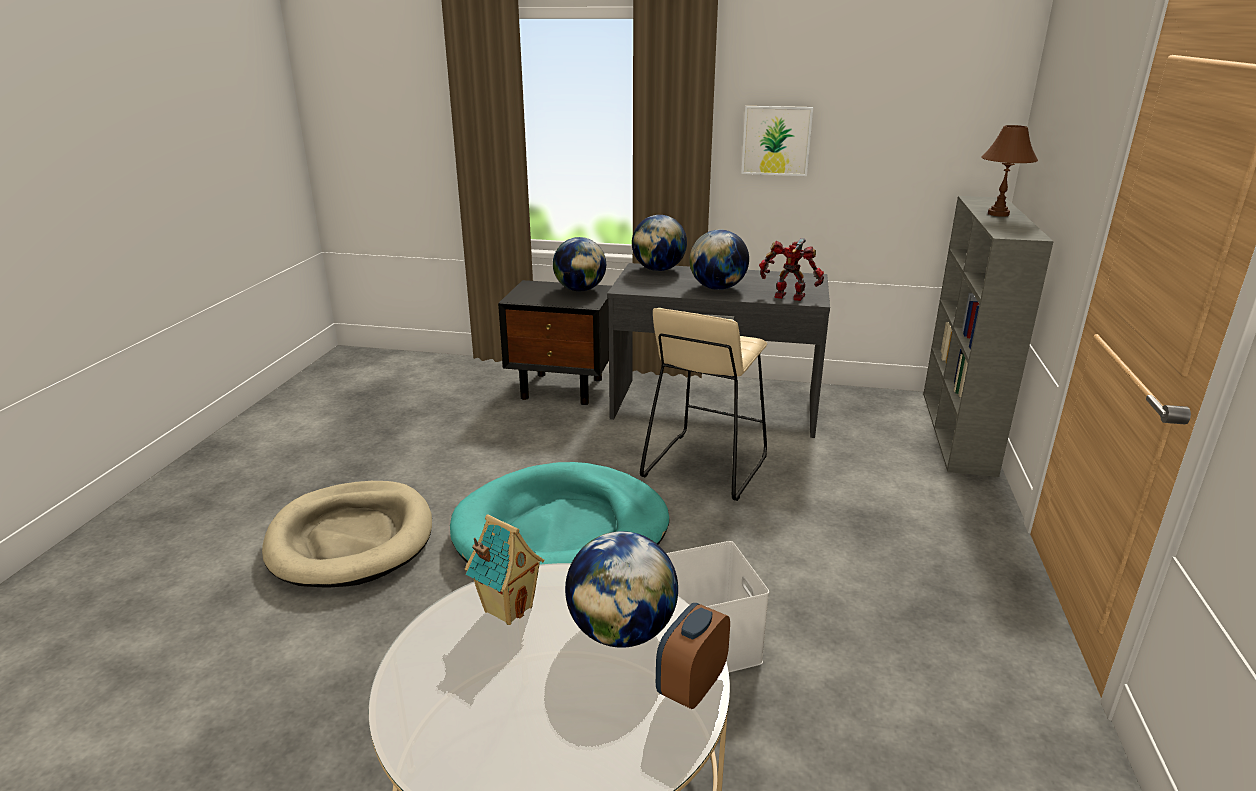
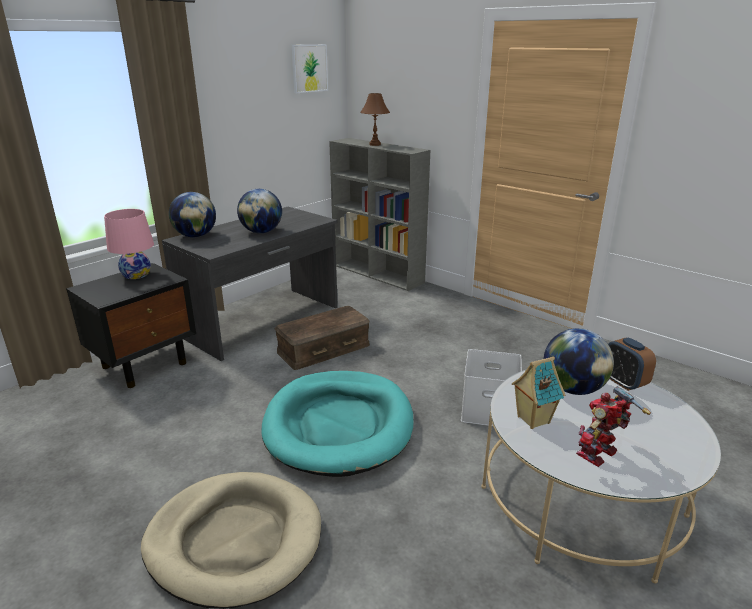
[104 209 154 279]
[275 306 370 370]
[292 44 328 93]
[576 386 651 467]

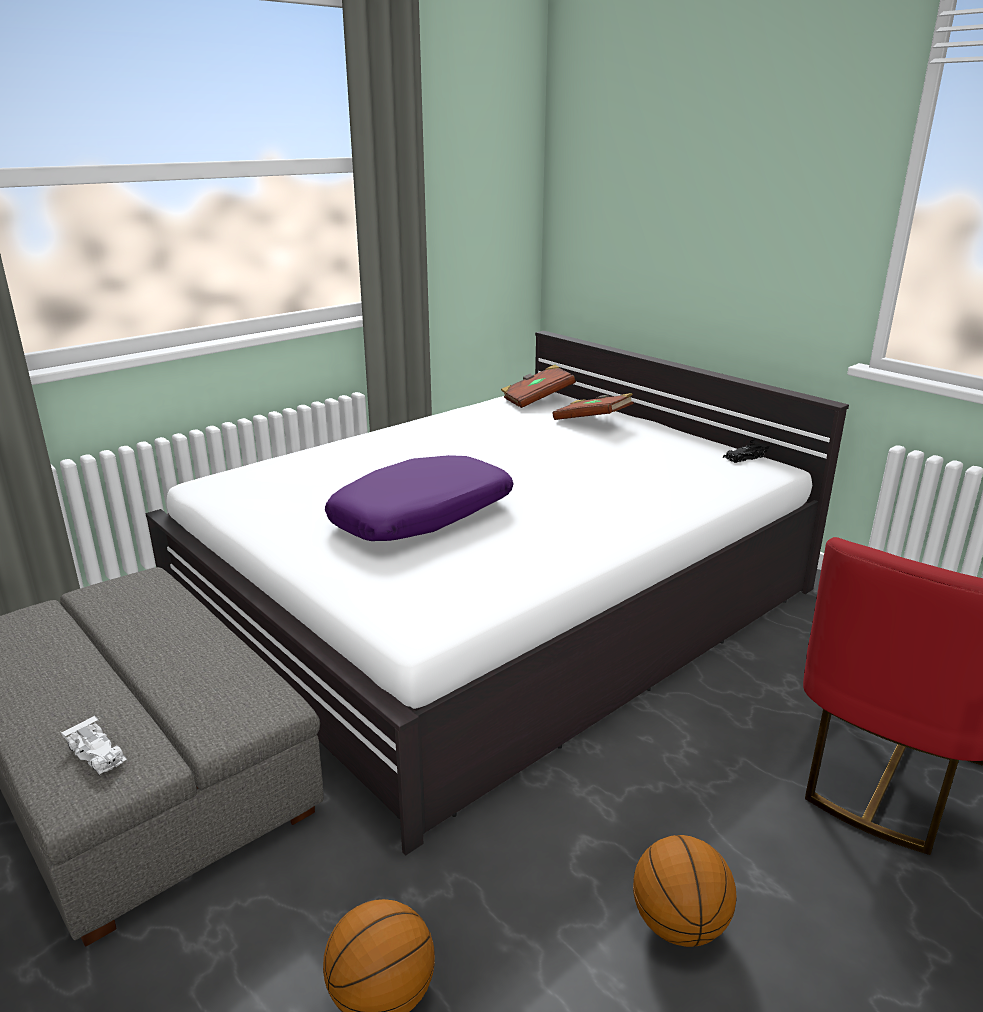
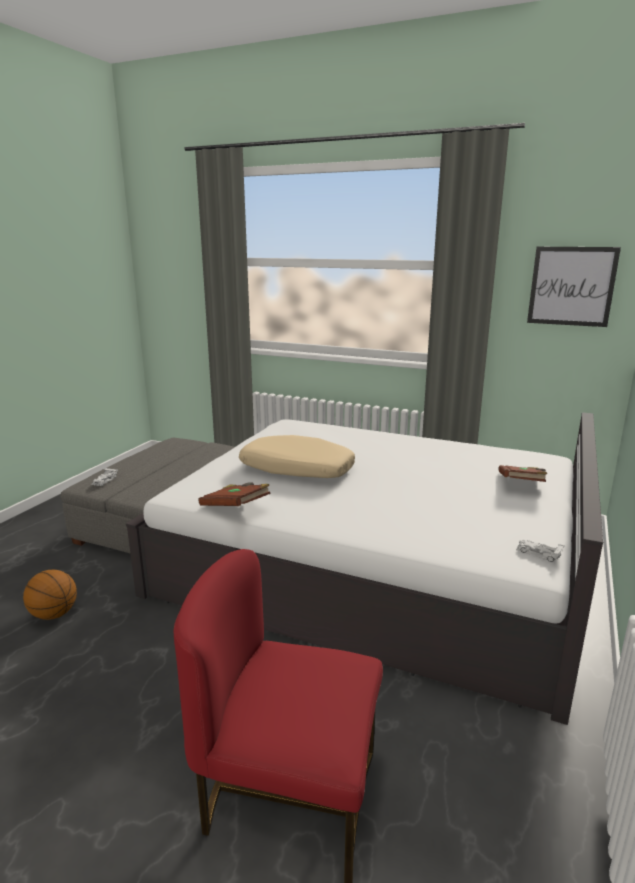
[239 435 355 478]
[198 482 271 506]
[633 835 736 947] (first image)
[516 540 565 562]
[527 247 621 327]

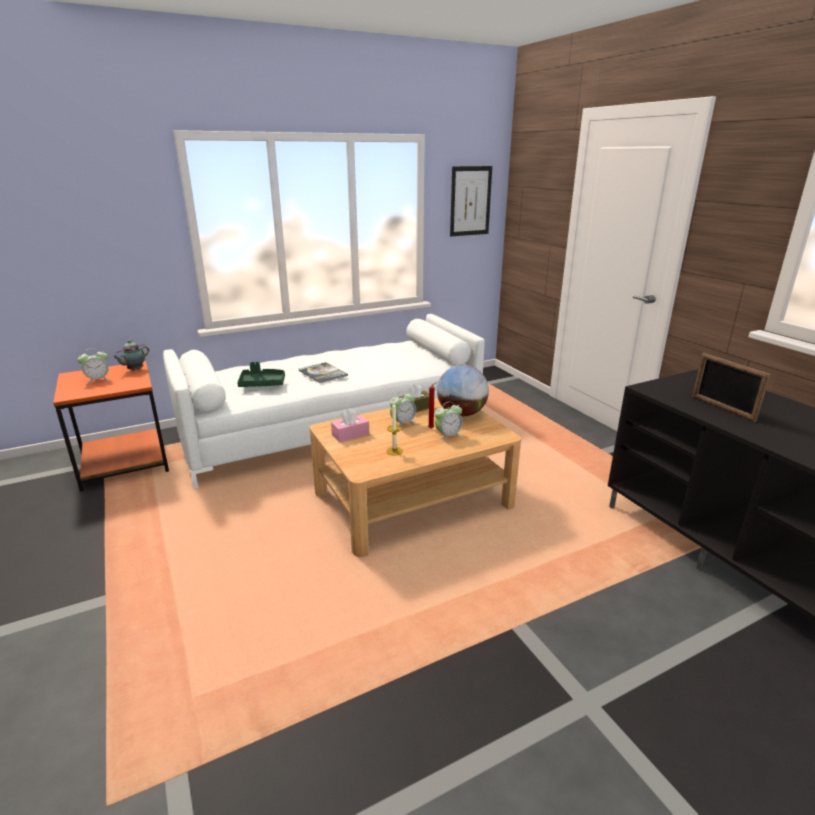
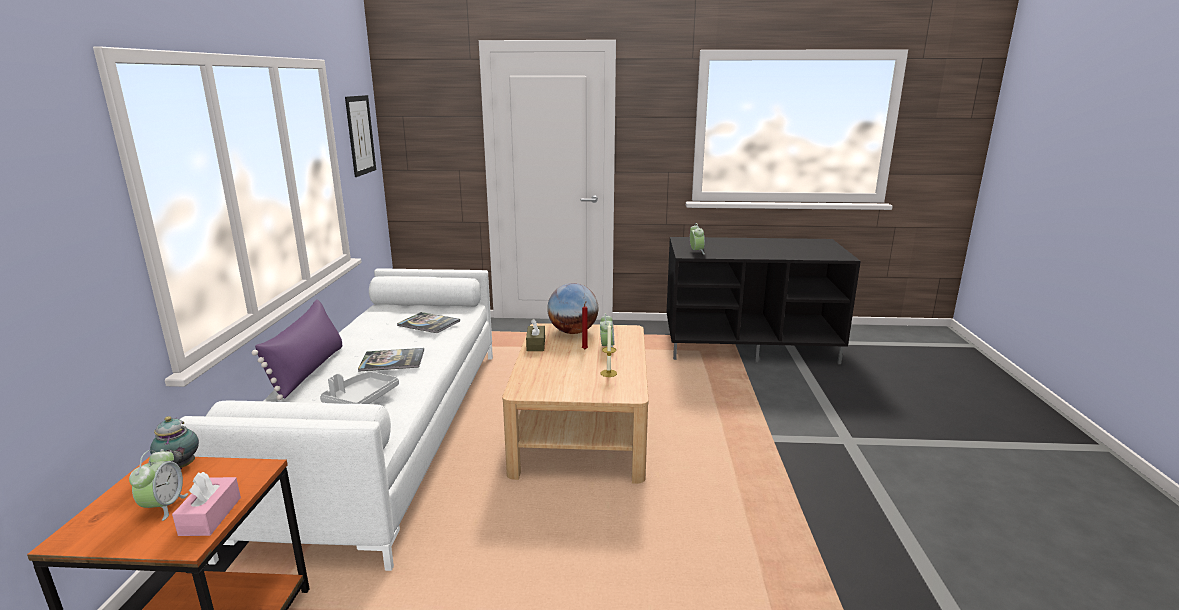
[320 371 399 404]
[172 472 241 536]
[690 223 705 254]
[692 353 770 422] (first image)
[252 299 342 400]
[397 312 460 333]

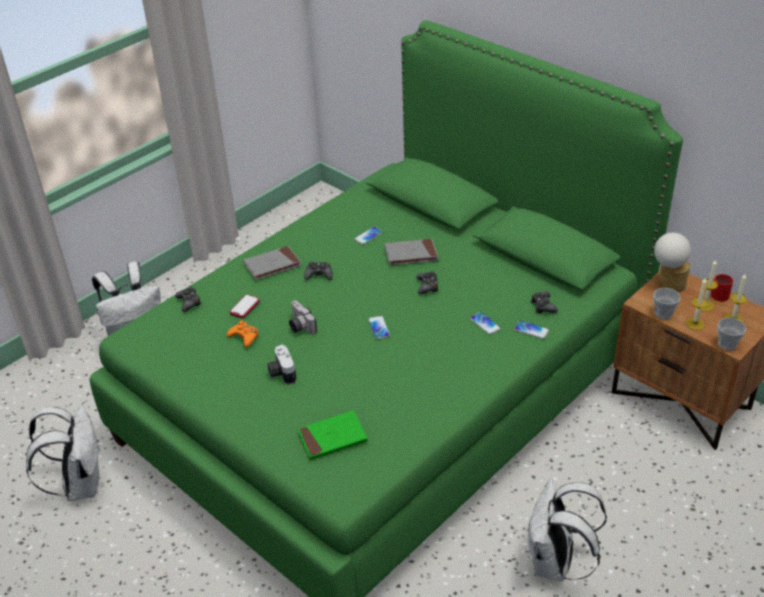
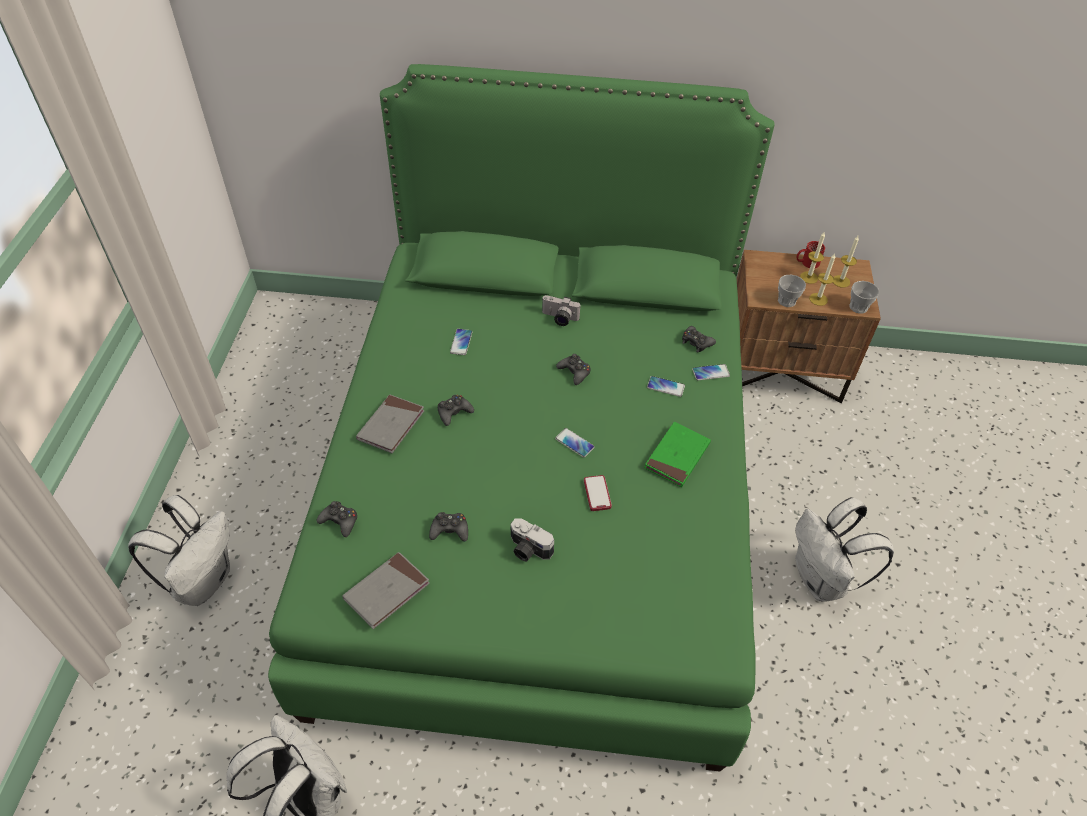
[429 512 468 541]
[584 475 612 511]
[542 295 580 326]
[644 422 711 487]
[342 552 430 629]
[654 233 691 293] (first image)

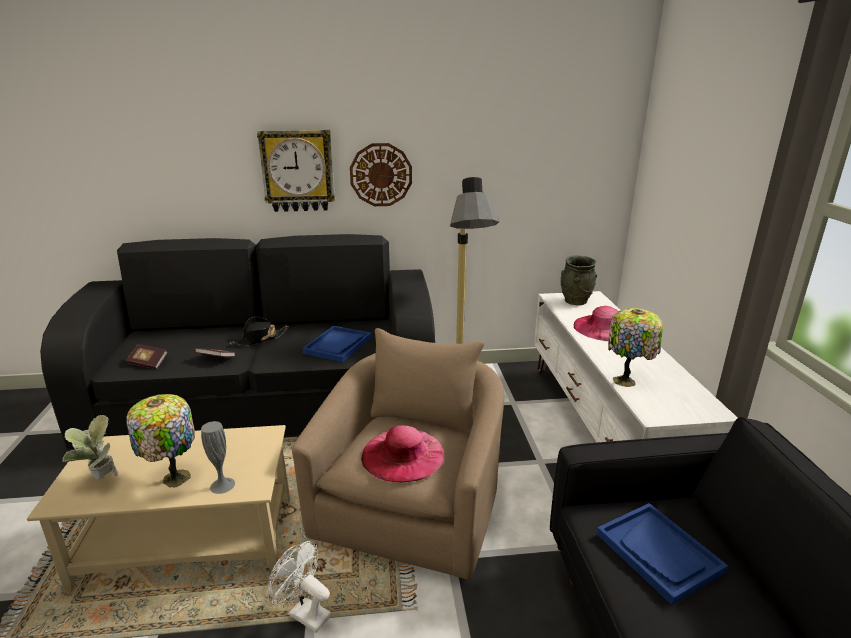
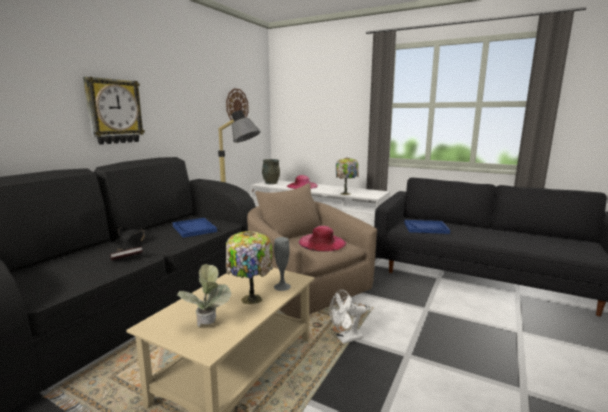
[126 344 167 369] (first image)
[226 88 249 120]

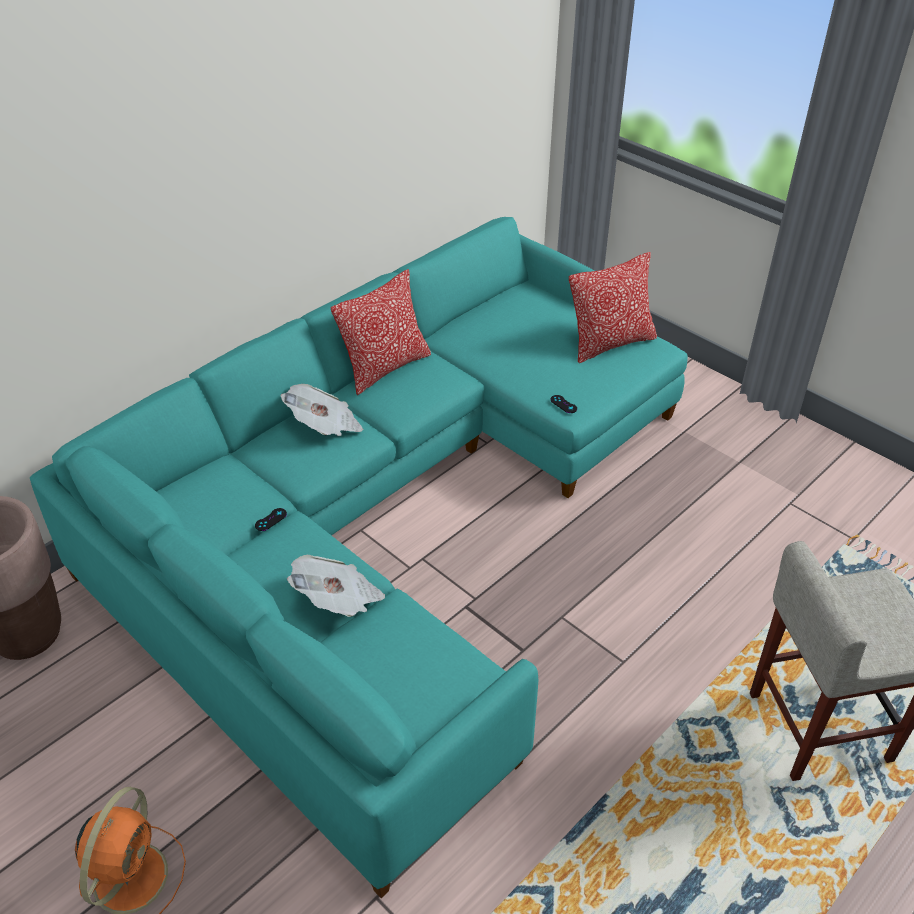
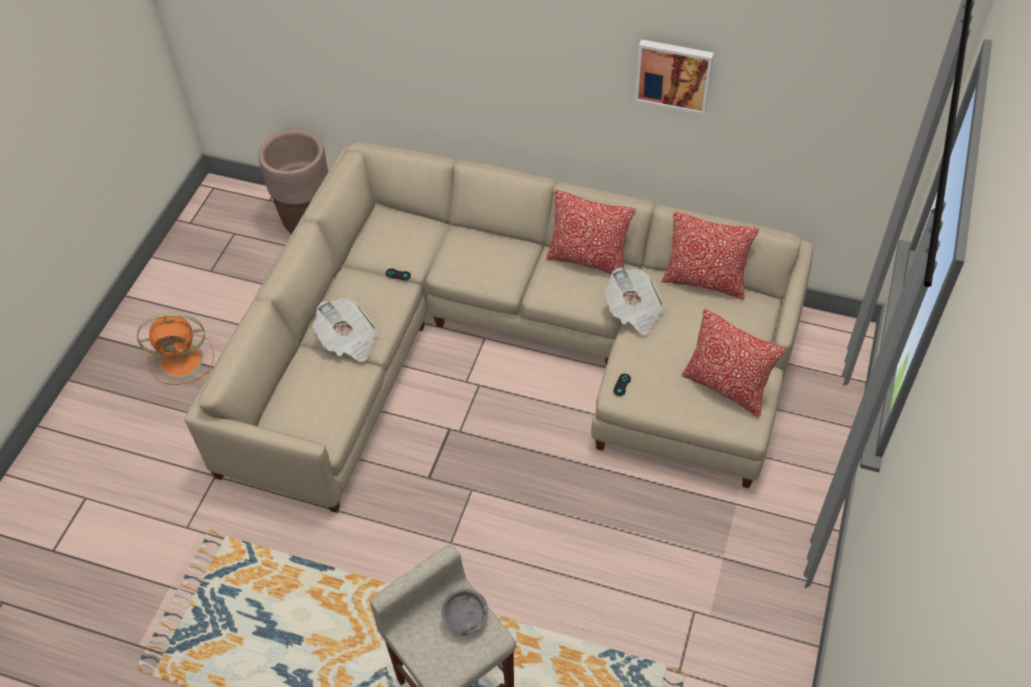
[185 142 813 513]
[604 268 665 335]
[441 588 488 636]
[635 39 714 115]
[662 212 759 300]

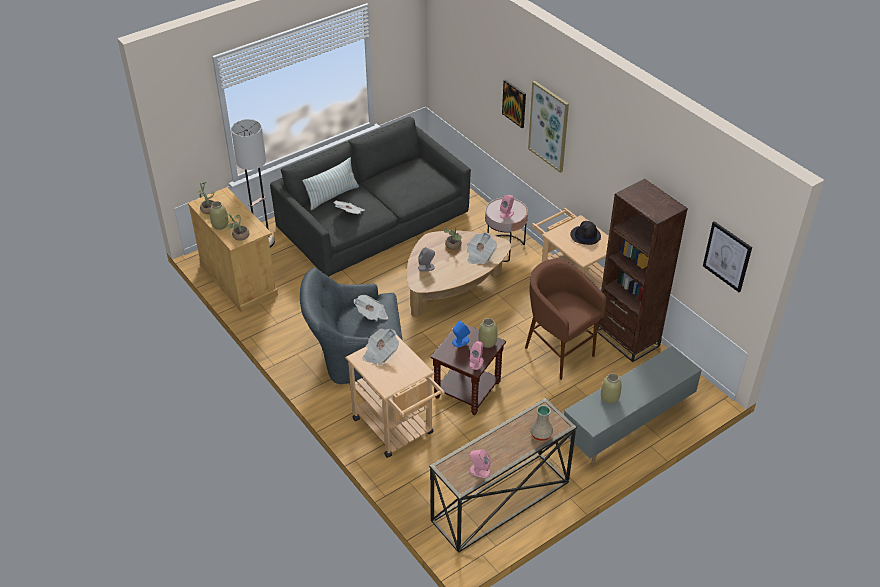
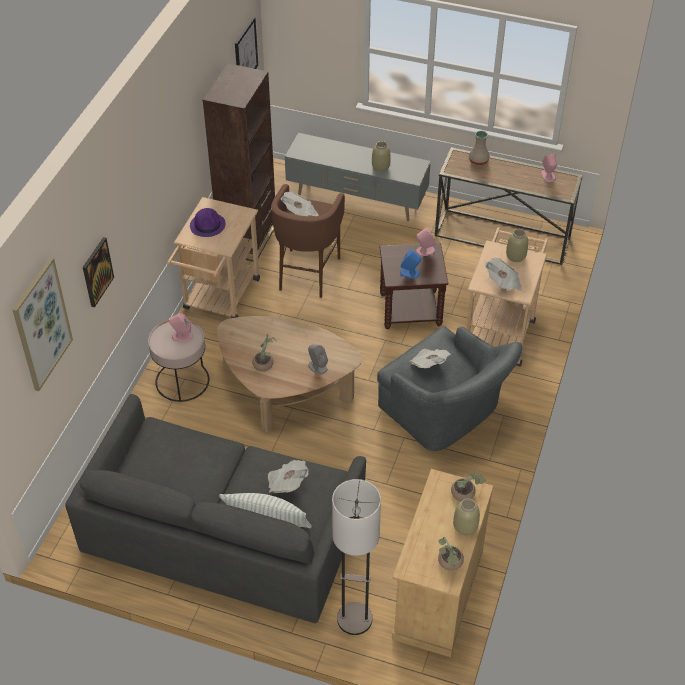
[281 192 318 216]
[506 229 528 262]
[12 257 73 391]
[190 208 225 237]

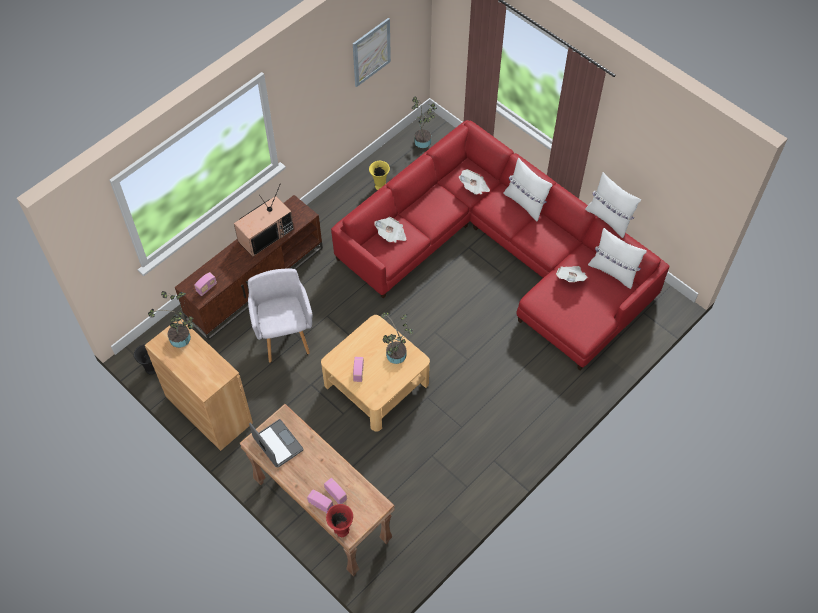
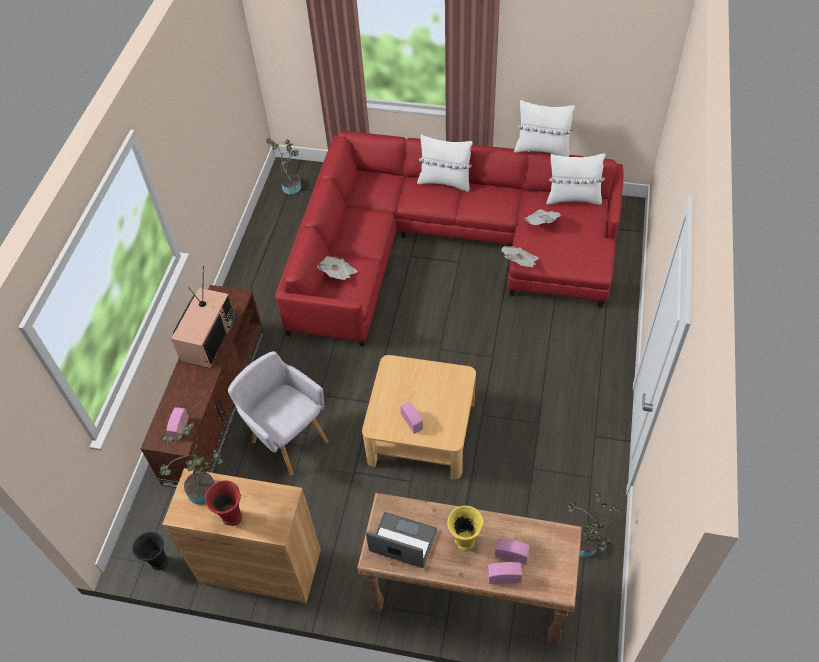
[205 480 242 526]
[353 18 391 87] (first image)
[447 506 484 552]
[567 492 621 557]
[501 246 539 267]

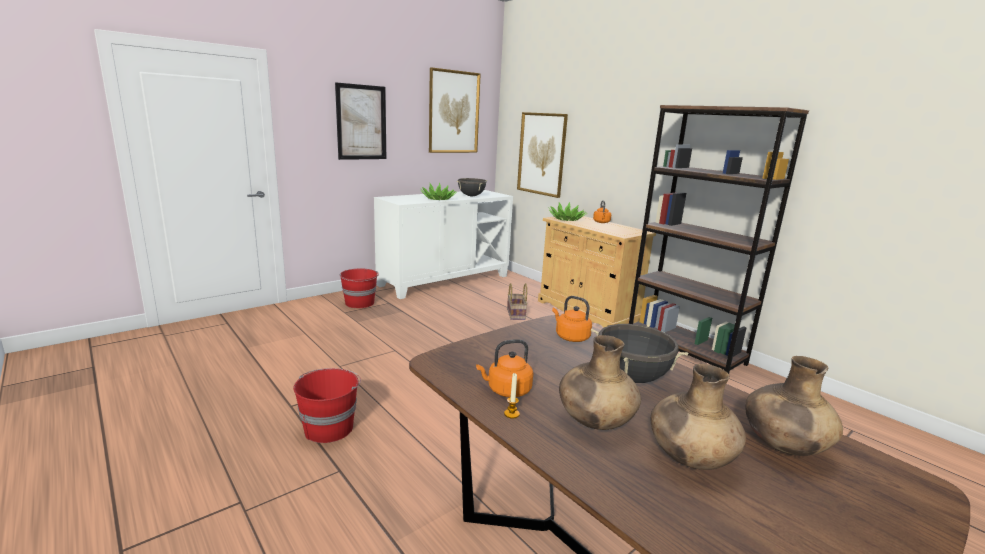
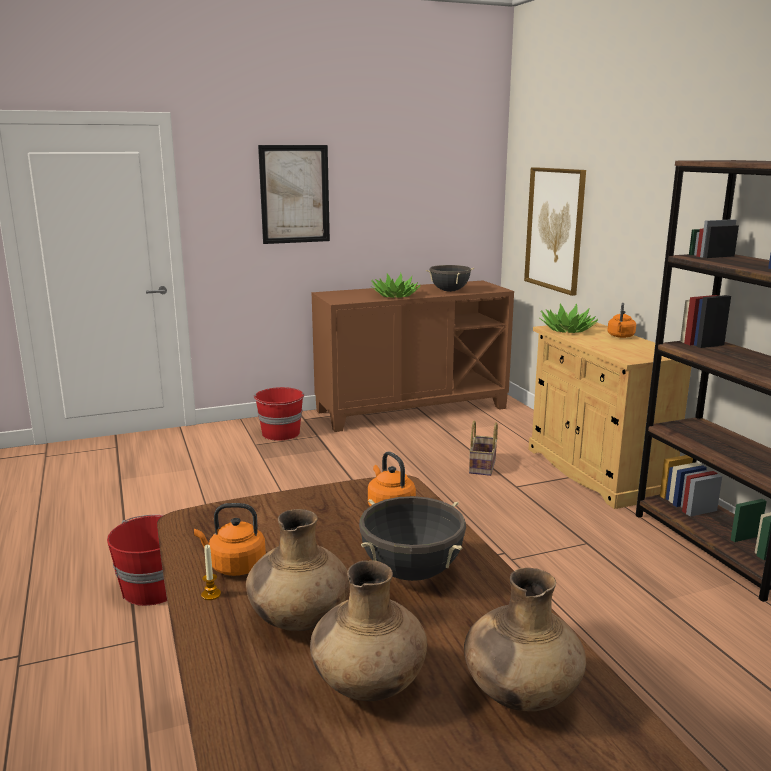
[312 280 514 432]
[429 67 481 153] (first image)

